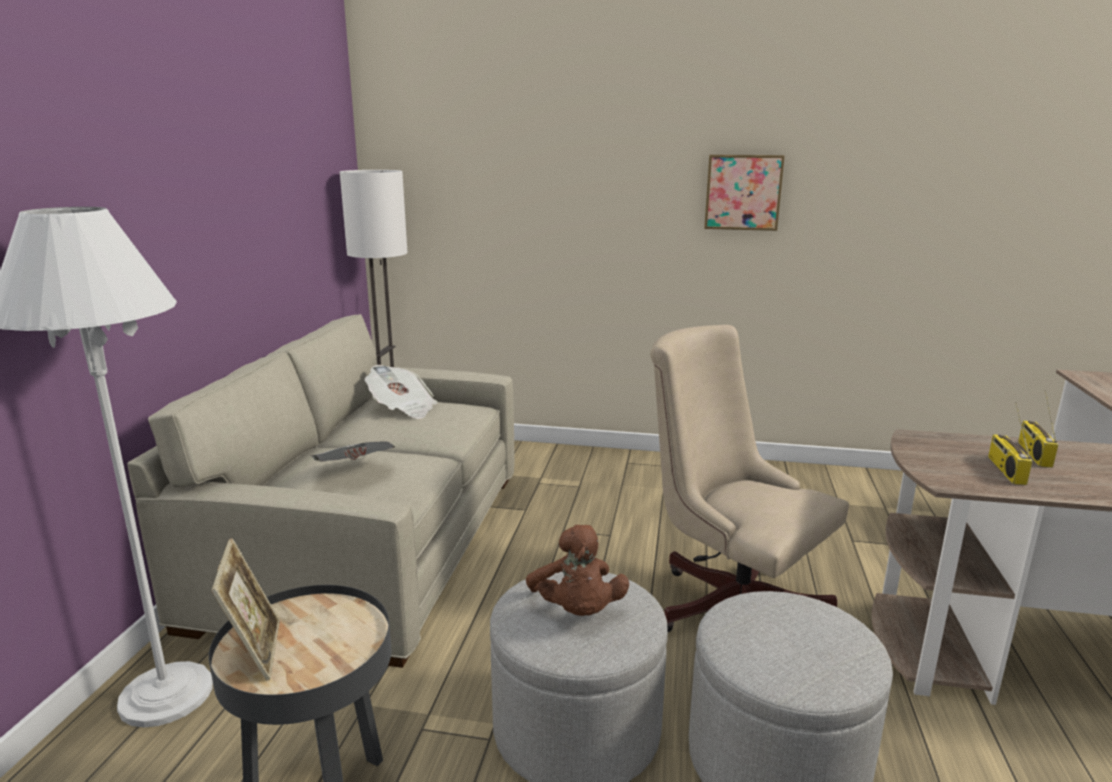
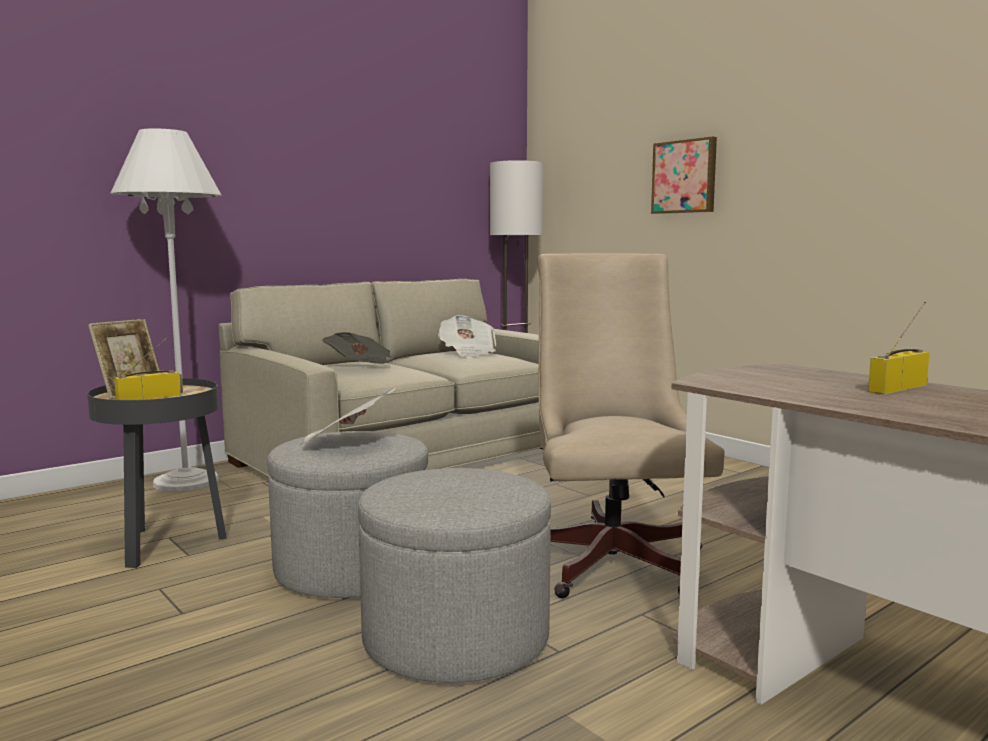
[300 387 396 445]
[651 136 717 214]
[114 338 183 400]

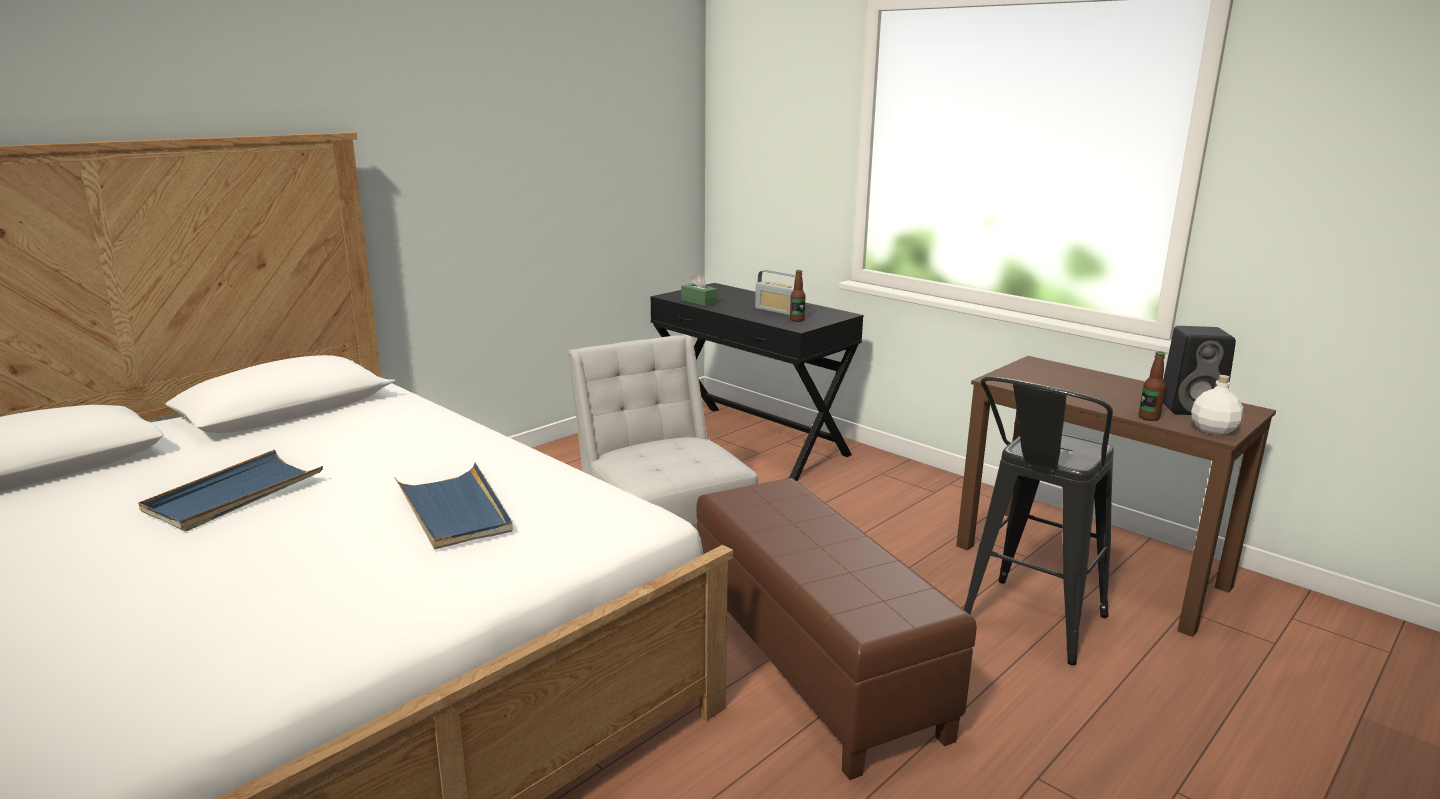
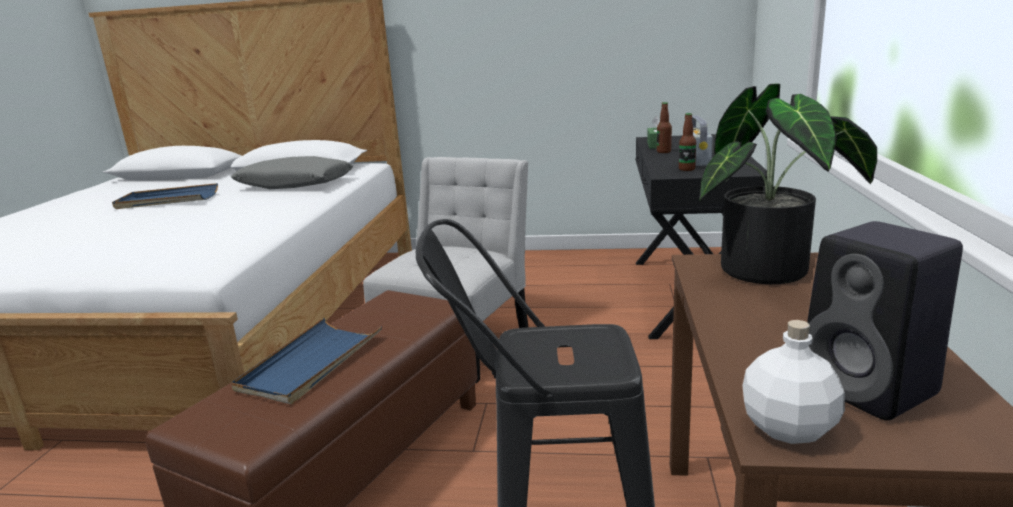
[231 318 382 404]
[657 102 672 153]
[231 156 353 189]
[699 83 877 284]

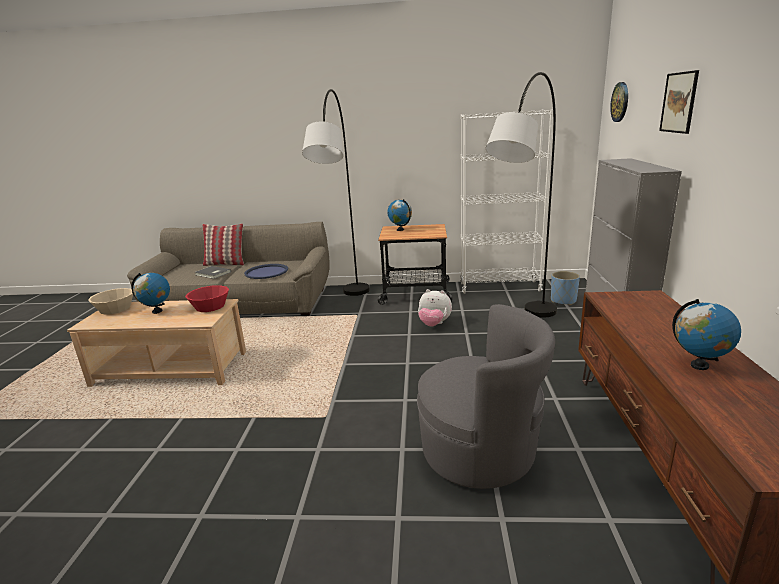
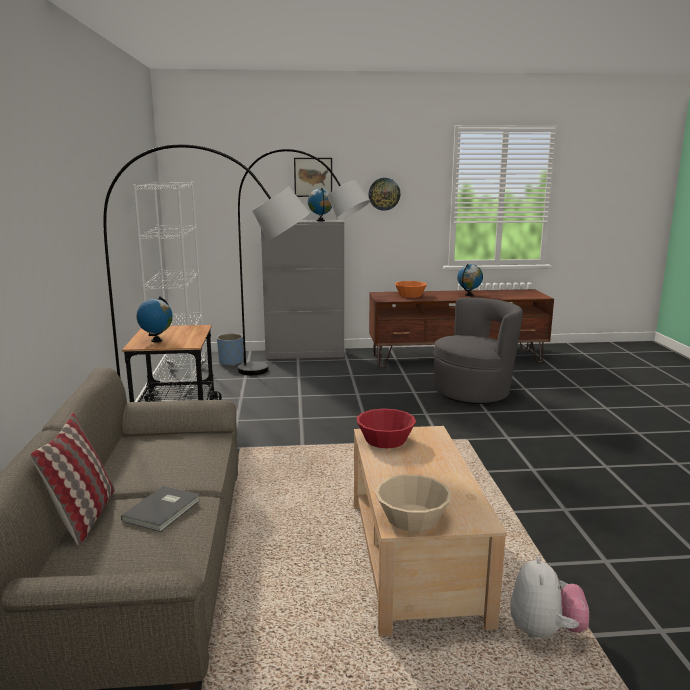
[308 187 332 221]
[244 264 288 279] (first image)
[434 298 523 404]
[510 556 589 640]
[368 178 400 211]
[395 281 427 298]

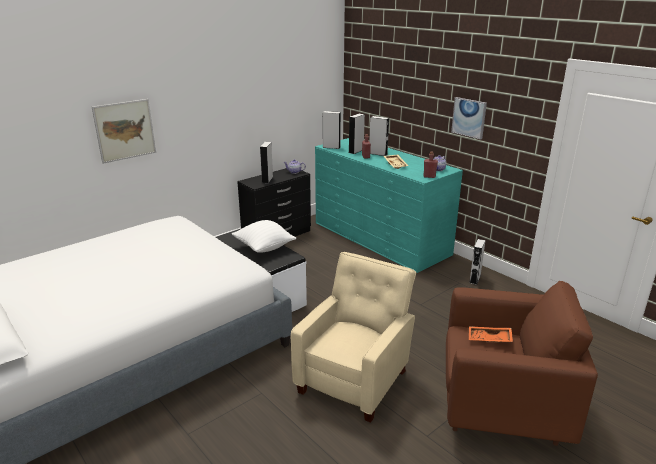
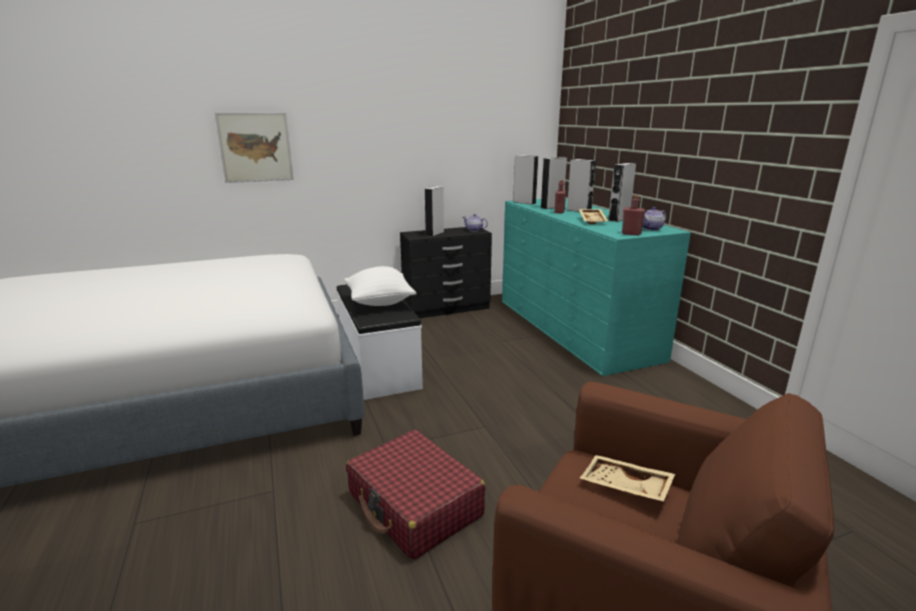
[346 430 486 560]
[451 97 487 140] (first image)
[608 163 636 222]
[580 455 675 502]

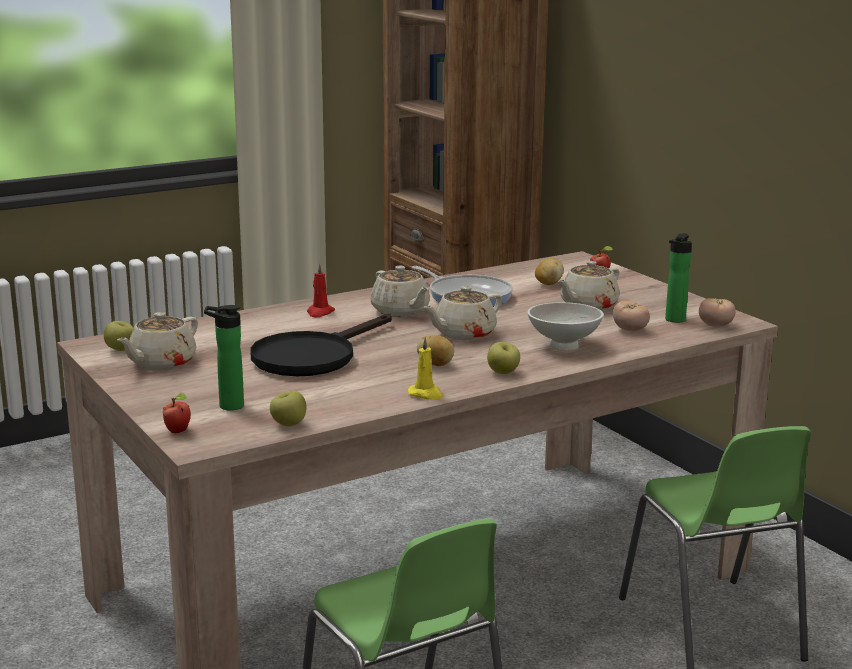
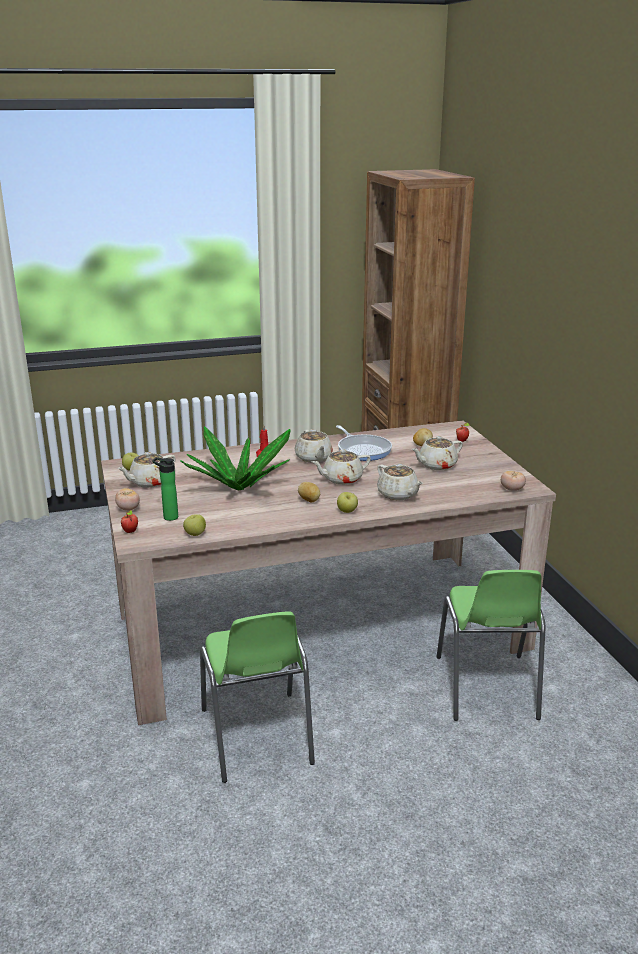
[180 426 291 491]
[408 337 443 399] (first image)
[377 463 423 500]
[115 488 140 511]
[665 233 692 323] (first image)

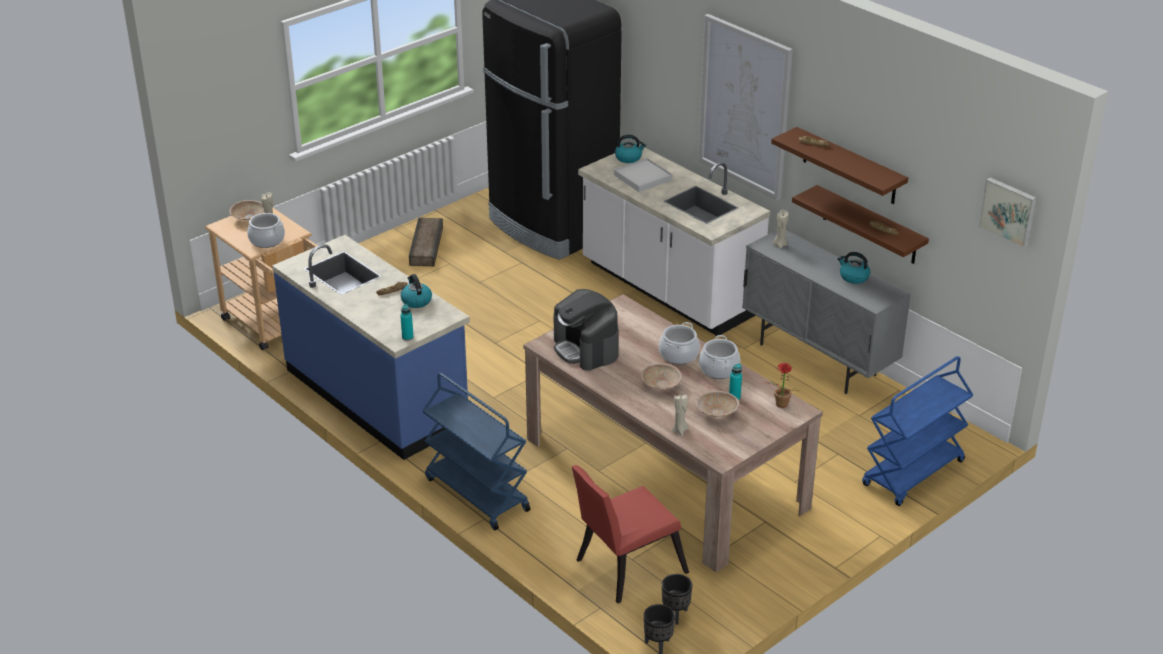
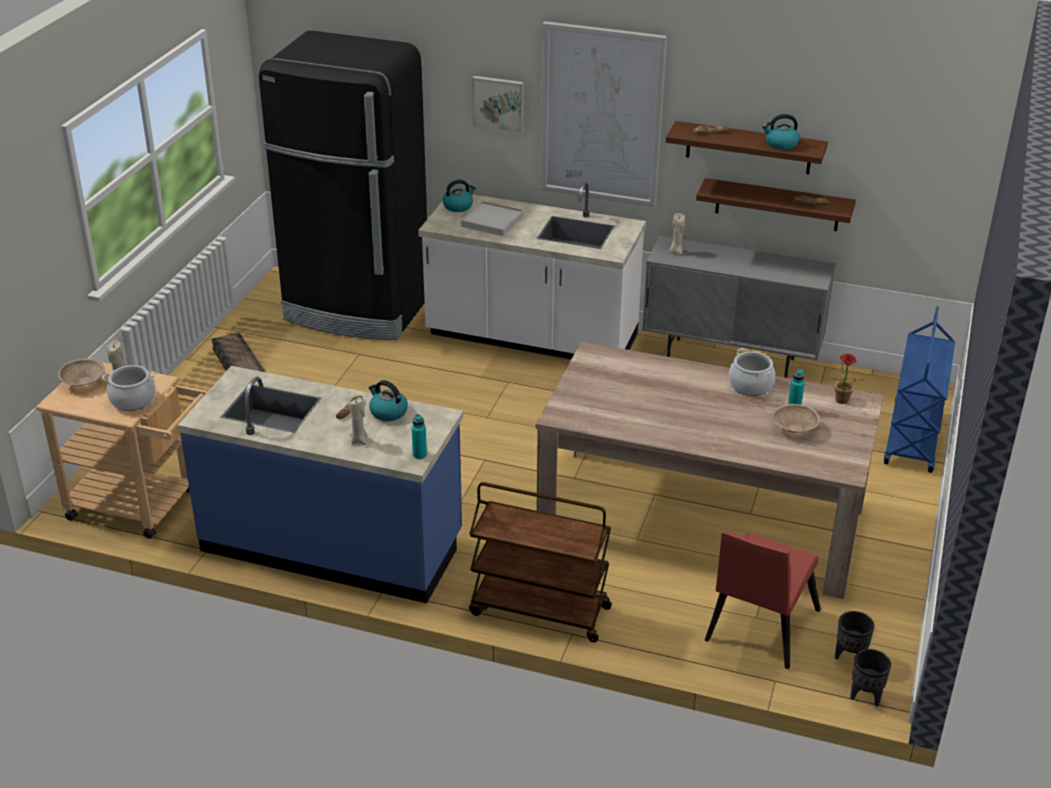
[469 482 612 642]
[554 289 619 371] (first image)
[641 363 682 389] (first image)
[659 322 700 364] (first image)
[348 397 367 445]
[762 114 800 150]
[472 76 524 134]

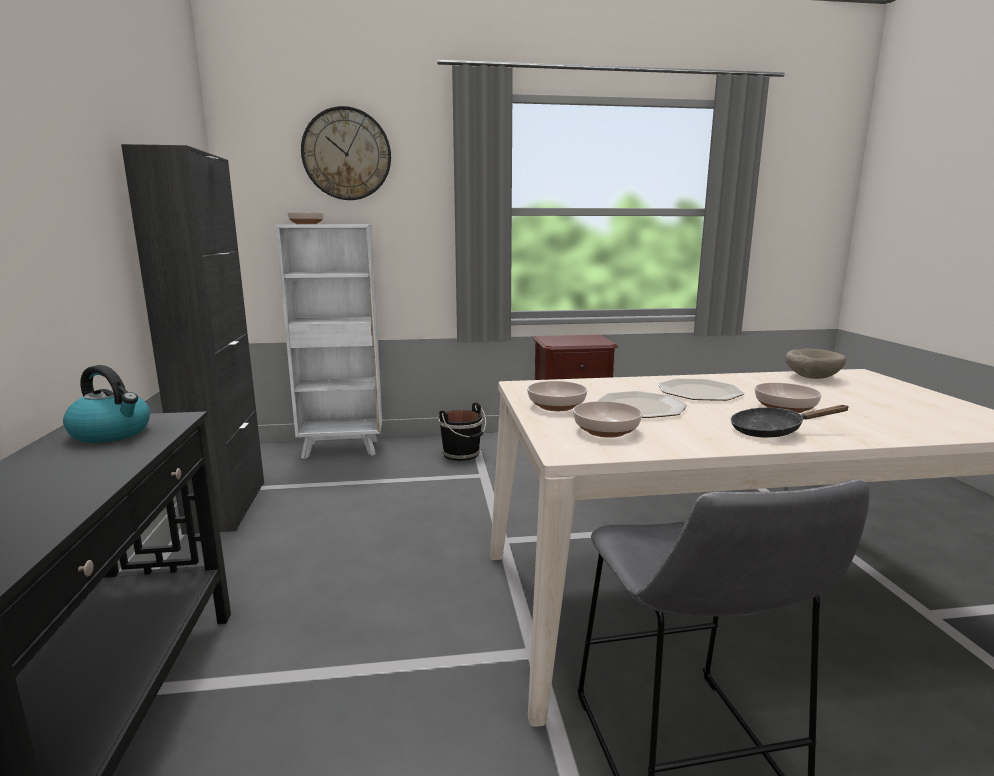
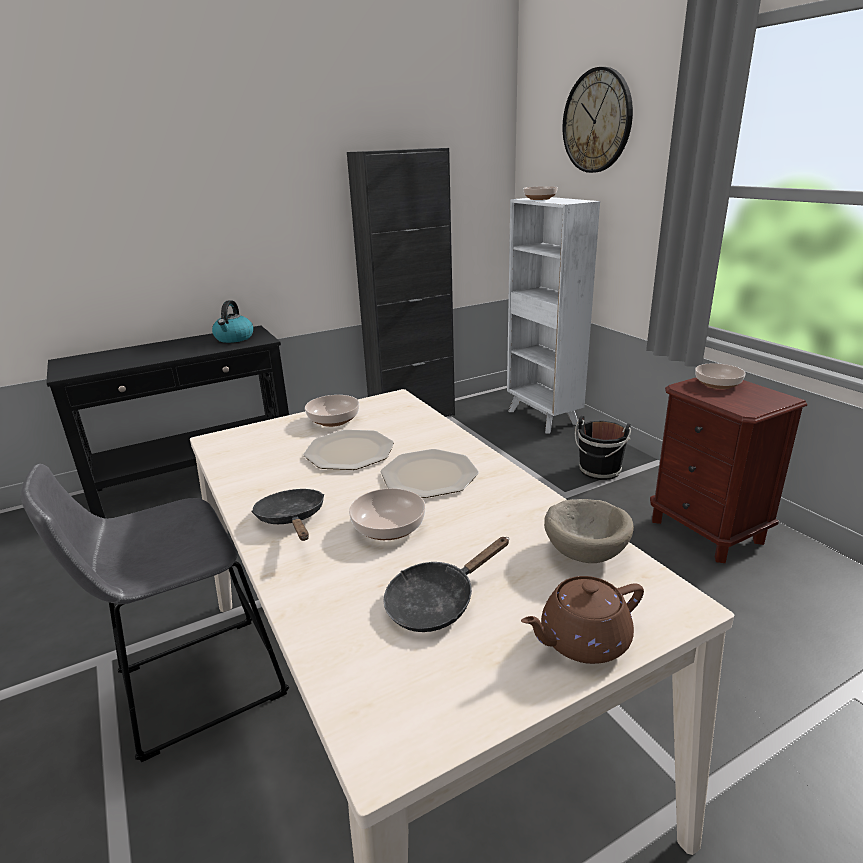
[695 363 746 389]
[383 537 509 632]
[521 576 644 664]

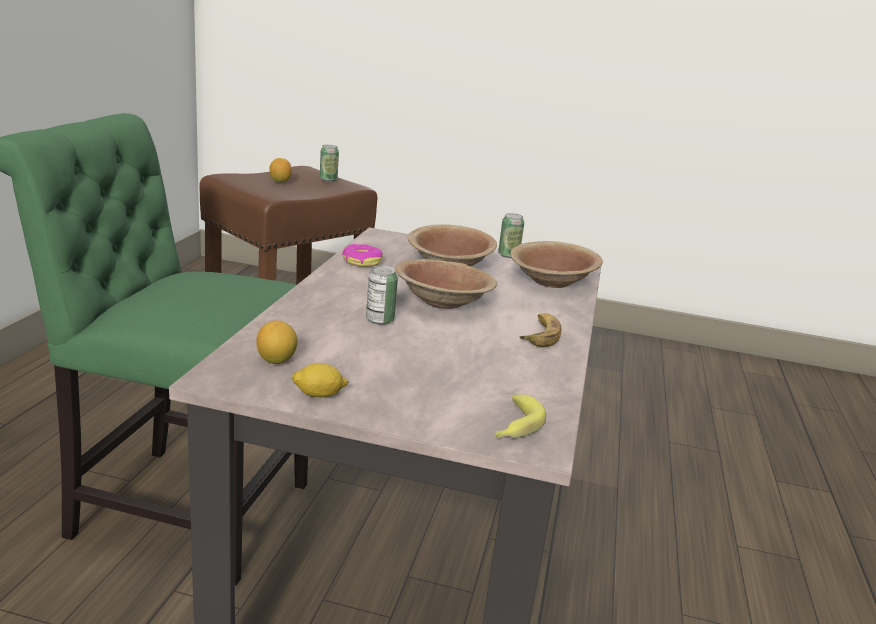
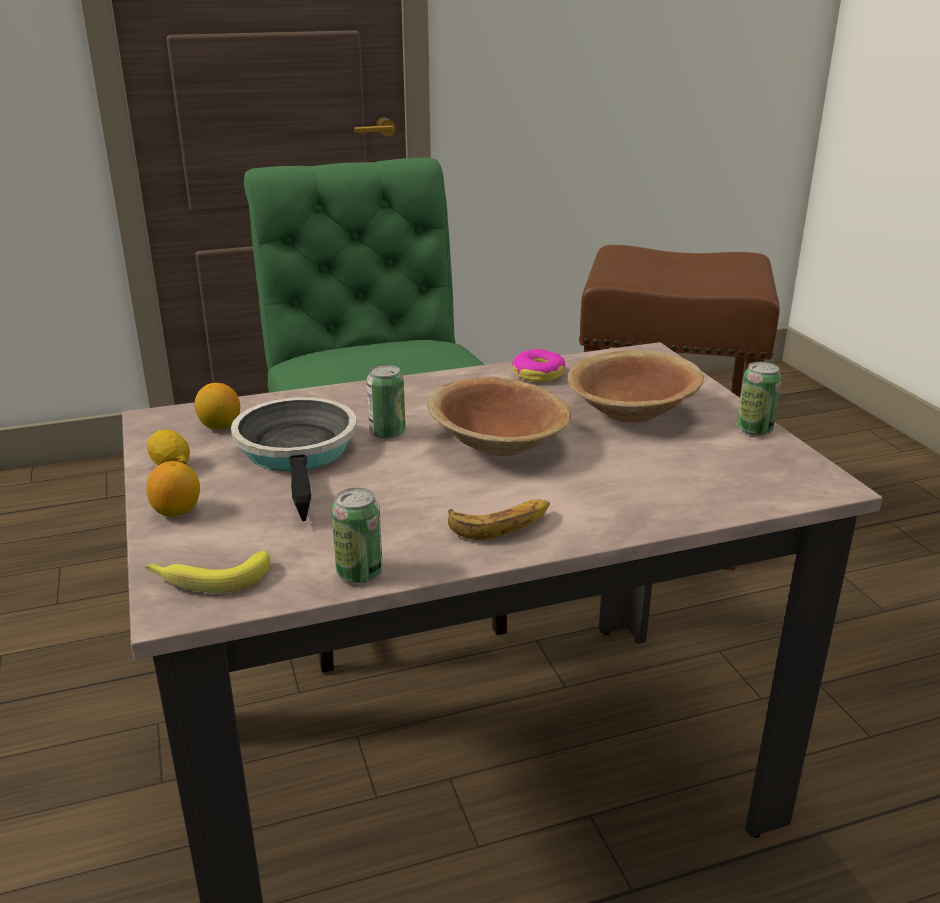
[146 461 200 517]
[331 488 383 583]
[510 241 603 288] (first image)
[231 397 357 521]

